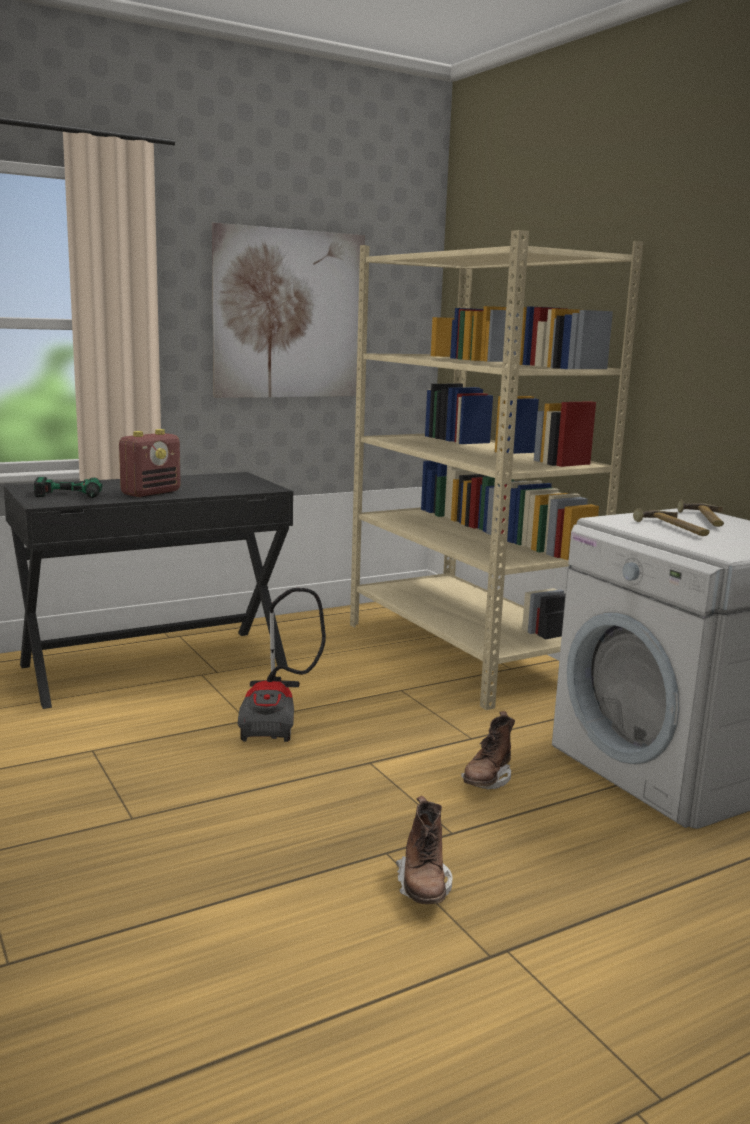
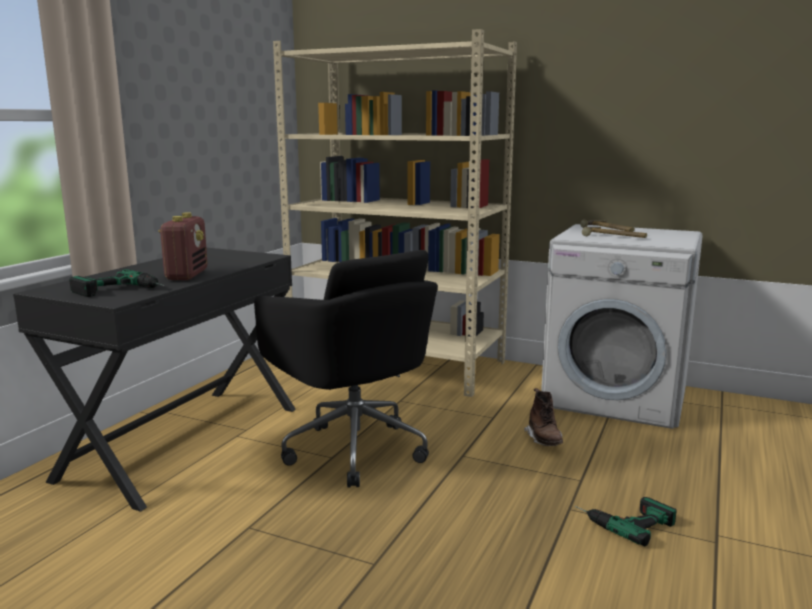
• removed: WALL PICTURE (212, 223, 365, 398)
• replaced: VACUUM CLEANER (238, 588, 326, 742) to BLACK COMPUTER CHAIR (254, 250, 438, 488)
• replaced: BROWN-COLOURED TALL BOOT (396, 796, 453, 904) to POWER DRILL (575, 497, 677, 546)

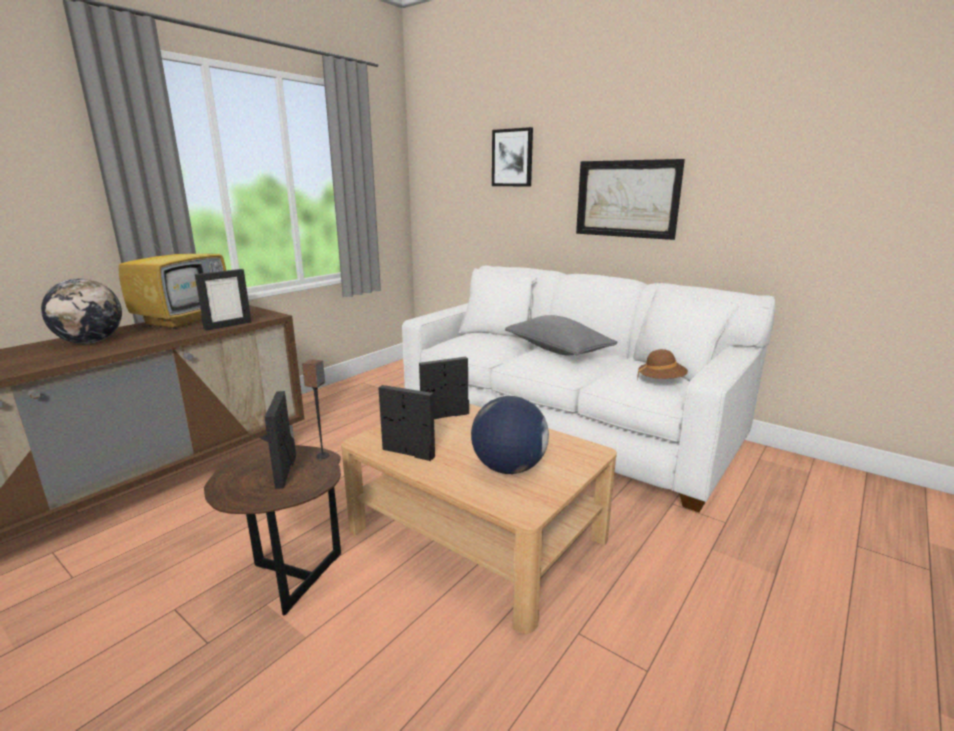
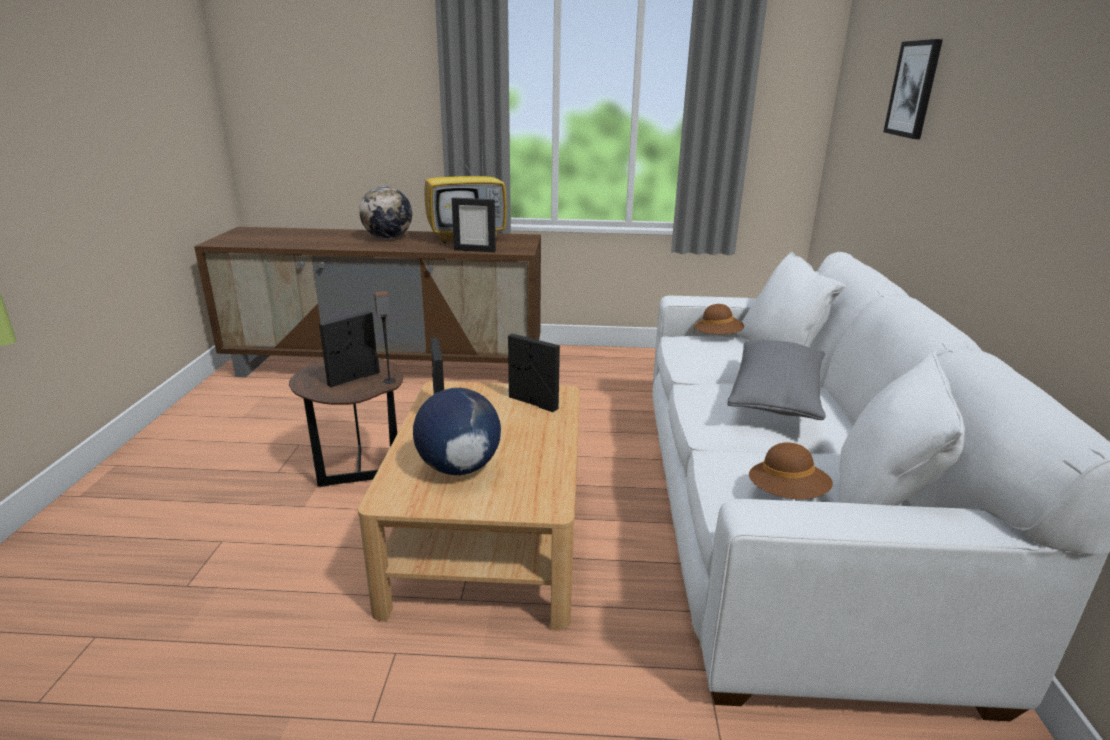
• removed: WALL PICTURE (576, 159, 685, 240)
• added: BROWN-COLOURED WEARABLE HAT (694, 304, 744, 334)

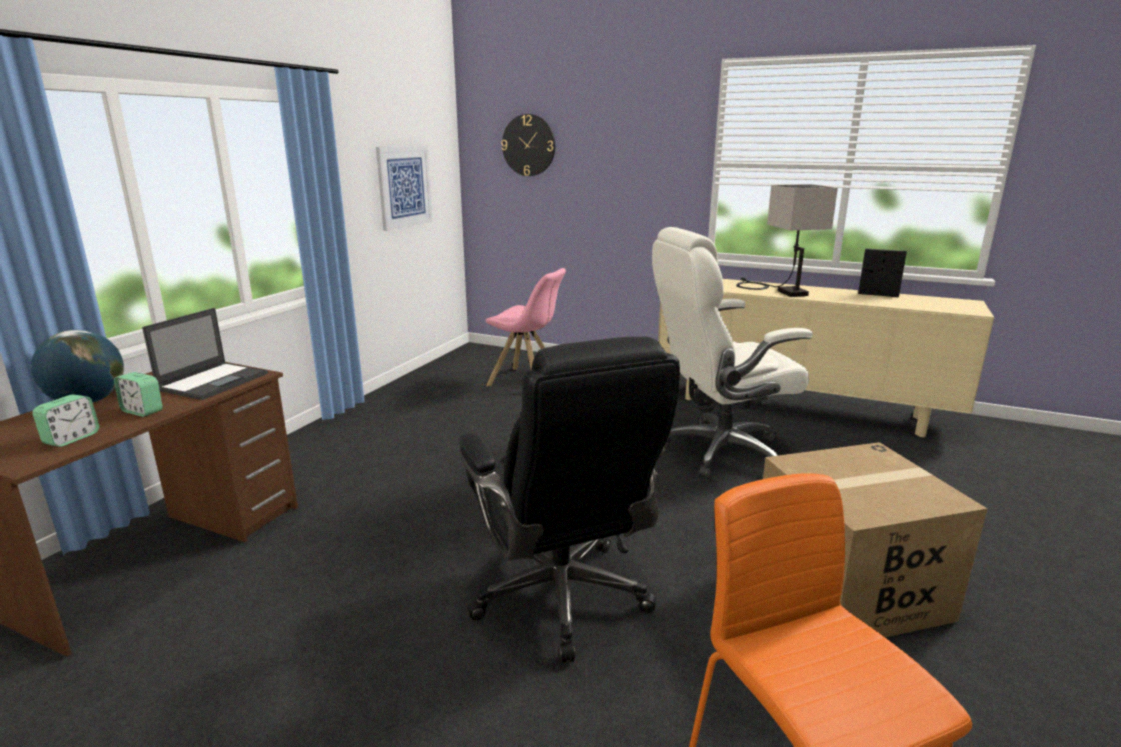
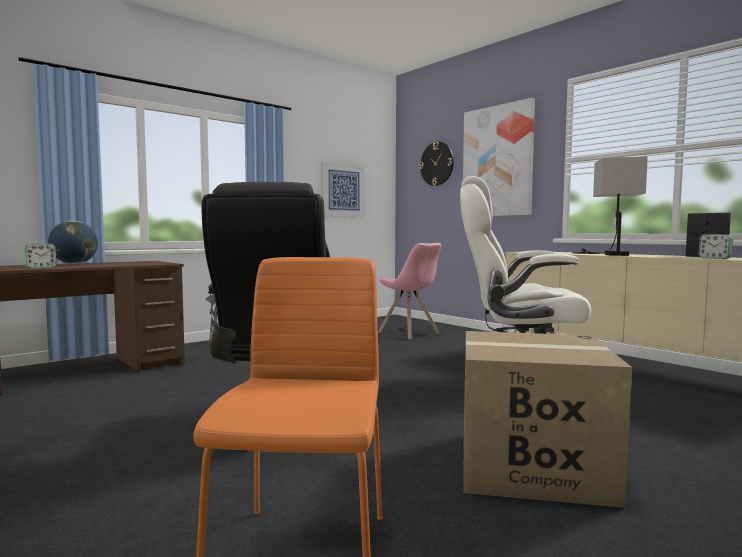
• removed: PORTABLE COMPUTER (142, 308, 268, 400)
• moved: BEDSIDE CLOCK (114, 372, 163, 417) to (698, 234, 733, 259)
• added: WALL PICTURE (463, 98, 535, 216)

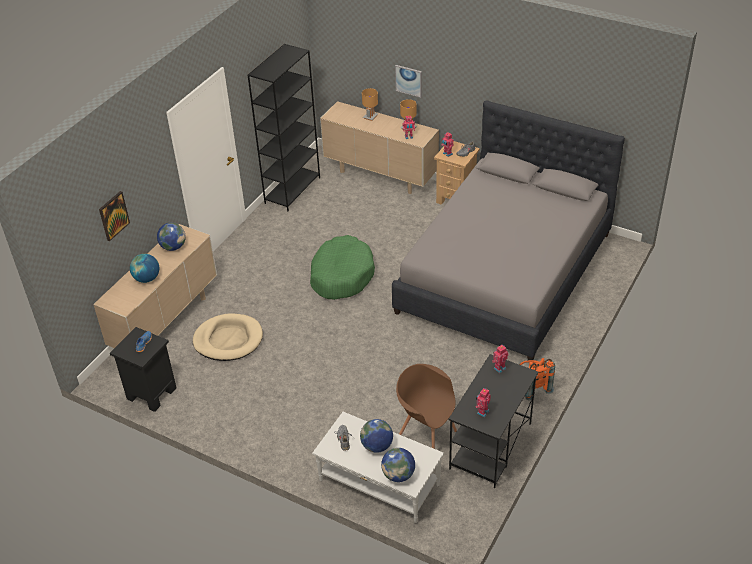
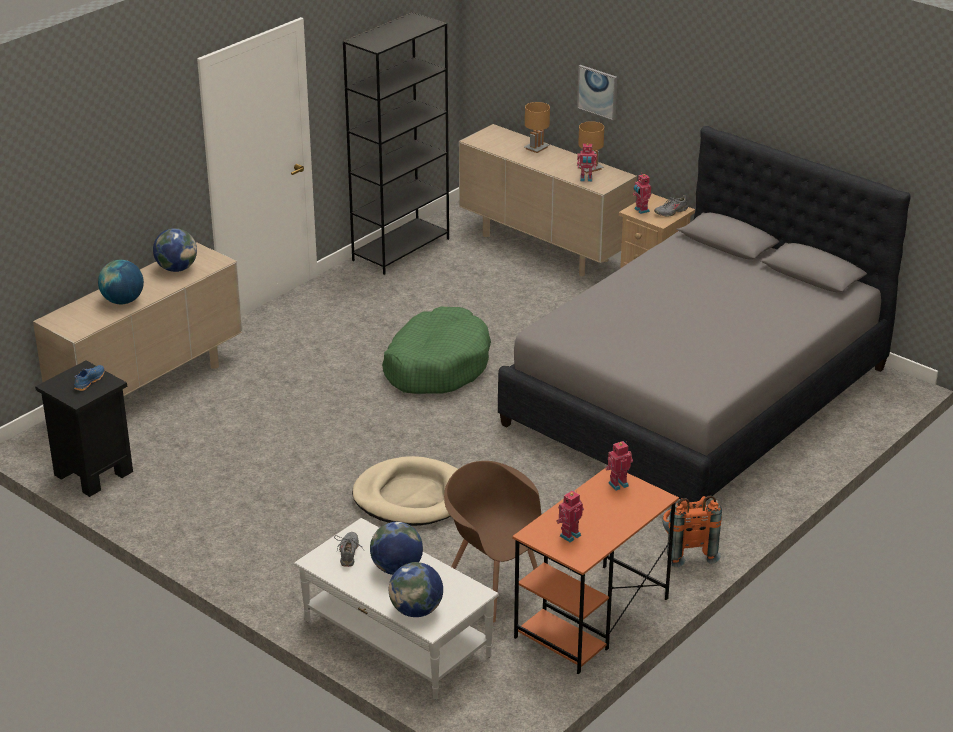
• removed: WALL PICTURE (99, 191, 130, 242)
• moved: SAND-COLOURED DOG CUSHION (193, 313, 263, 361) to (352, 456, 458, 526)
• recoloured: BLACK DESK UNIT (449, 354, 538, 488) to ORANGE DESK UNIT (512, 468, 679, 674)

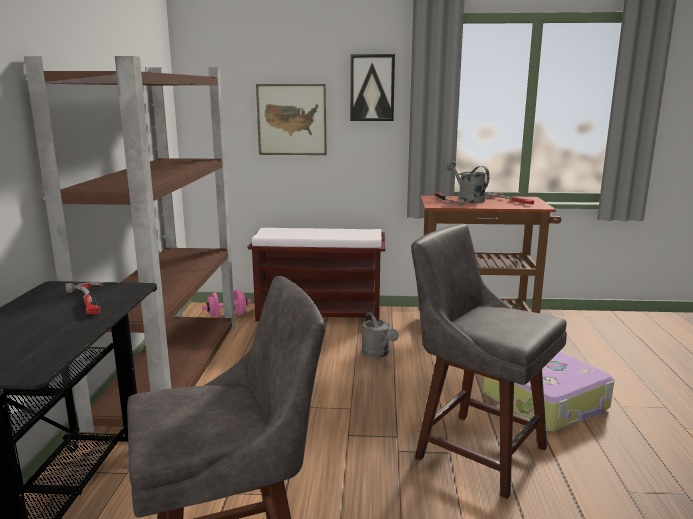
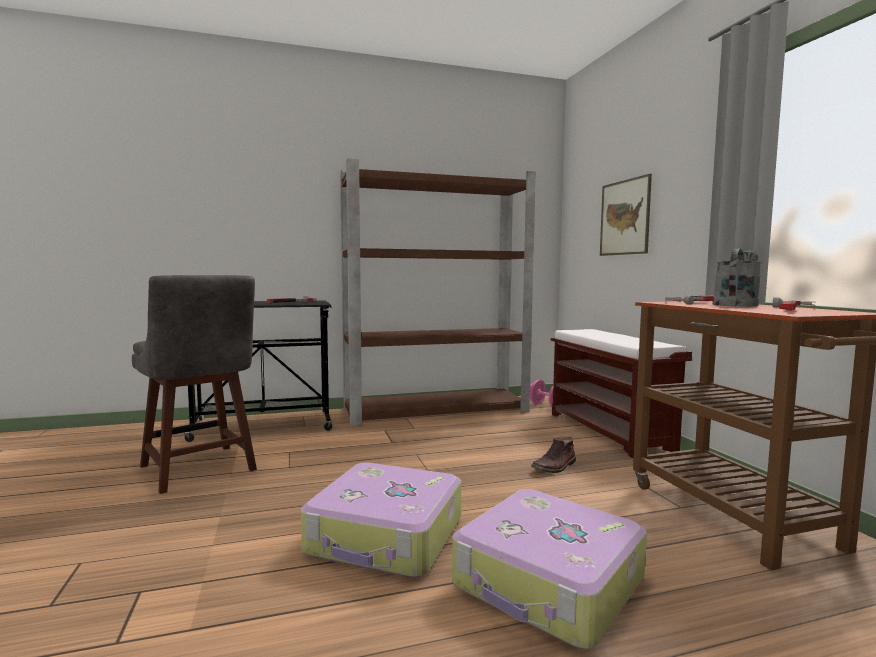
• removed: WALL PICTURE (350, 54, 395, 121)
• replaced: GRAY SITTING STOOL (411, 224, 567, 499) to PIECE OF LUGGAGE (301, 462, 461, 578)
• replaced: GRAY SPRINKLING CAN (363, 312, 399, 357) to BROWN-COLOURED TALL BOOT (531, 437, 576, 473)

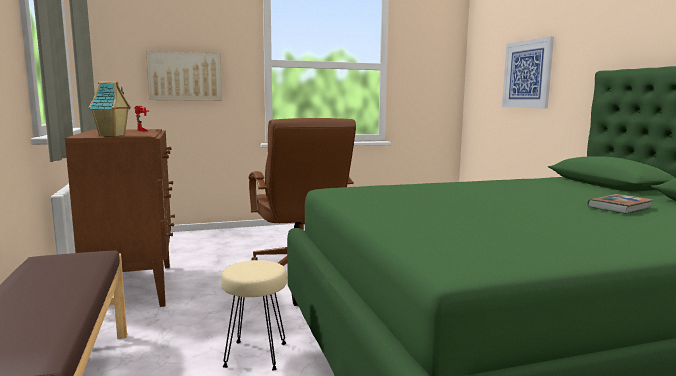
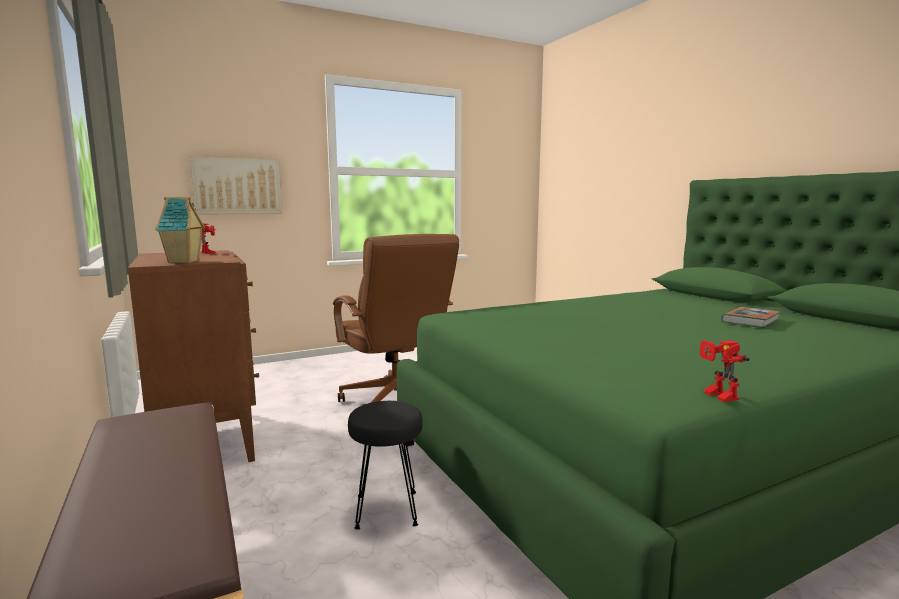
• removed: WALL PICTURE (502, 36, 554, 109)
• recoloured: SAND-COLOURED SITTING STOOL (221, 260, 287, 370) to BLACK SITTING STOOL (348, 401, 423, 530)
• added: TOY ROBOT (700, 340, 749, 402)

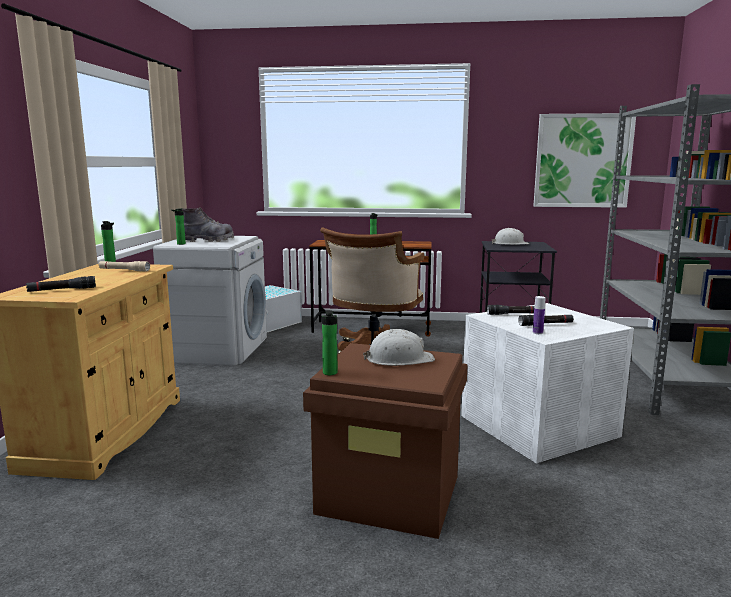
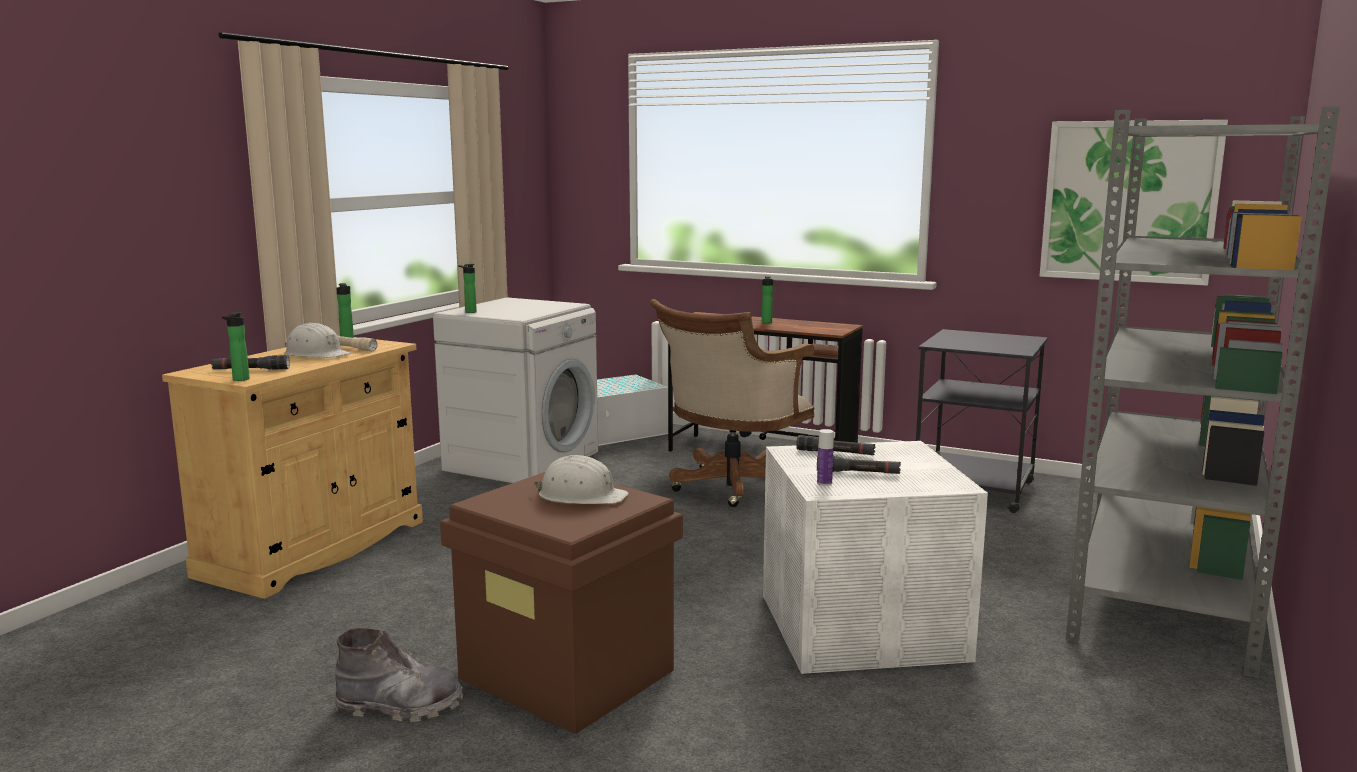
• moved: GRAY TALL BOOT (182, 207, 234, 242) to (334, 628, 463, 722)
• moved: WHITISH HARD HAT (492, 228, 529, 245) to (284, 323, 351, 358)
• moved: DRINK BOTTLE (322, 310, 338, 375) to (222, 312, 250, 381)

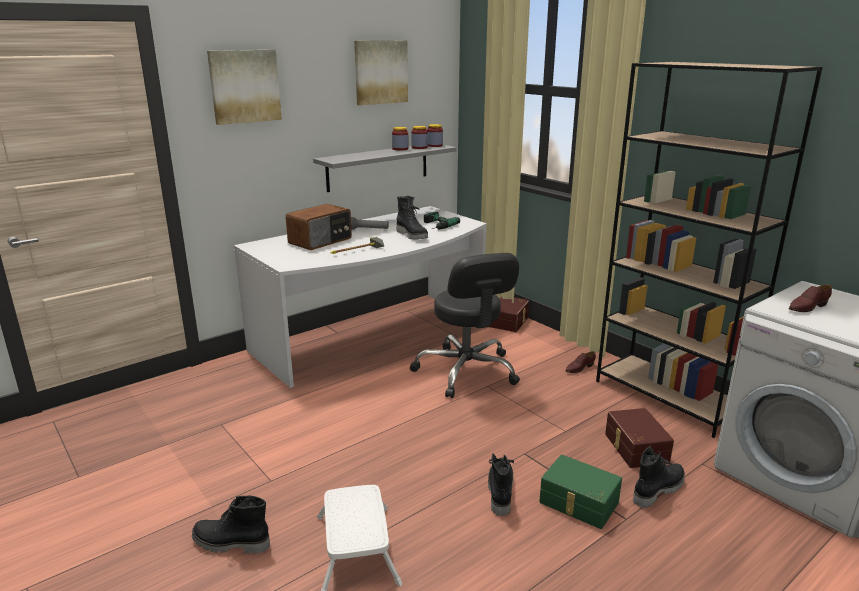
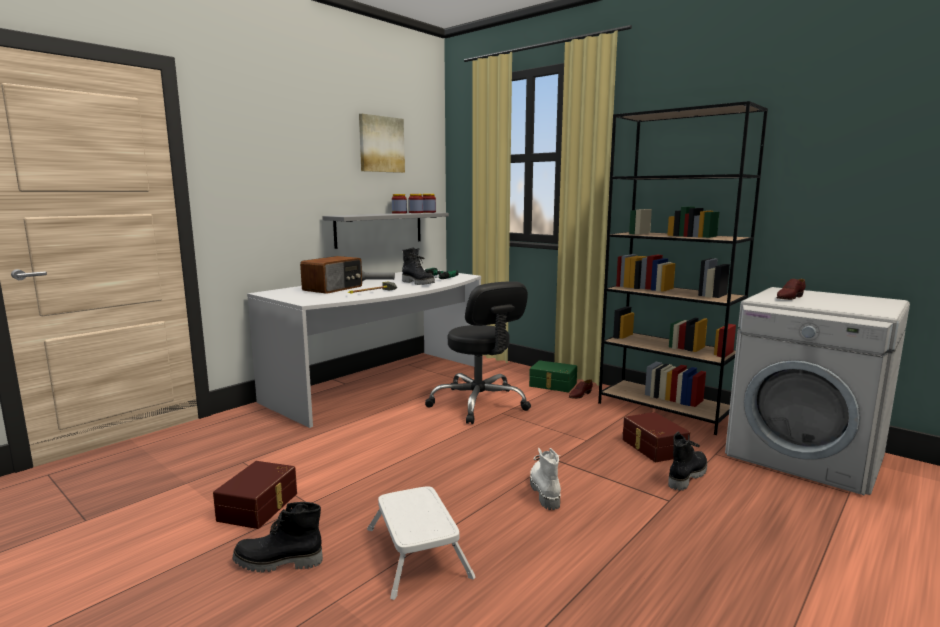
• removed: WALL PICTURE (207, 50, 282, 125)
• moved: BROWN-COLOURED STORAGE BOX (489, 297, 529, 332) to (213, 461, 297, 529)
• recoloured: BLACK TALL BOOT (488, 453, 514, 516) to WHITISH TALL BOOT (530, 448, 561, 510)
• moved: GREENISH STORAGE BOX (539, 455, 622, 529) to (529, 360, 577, 392)

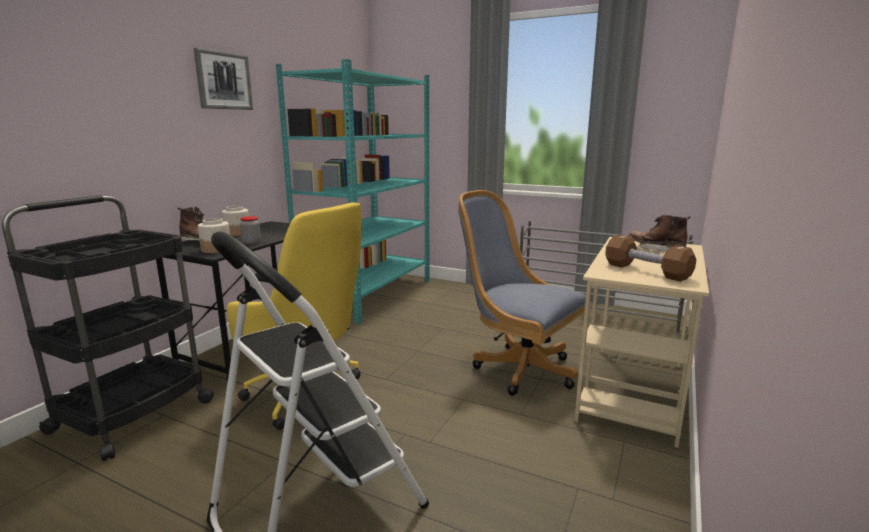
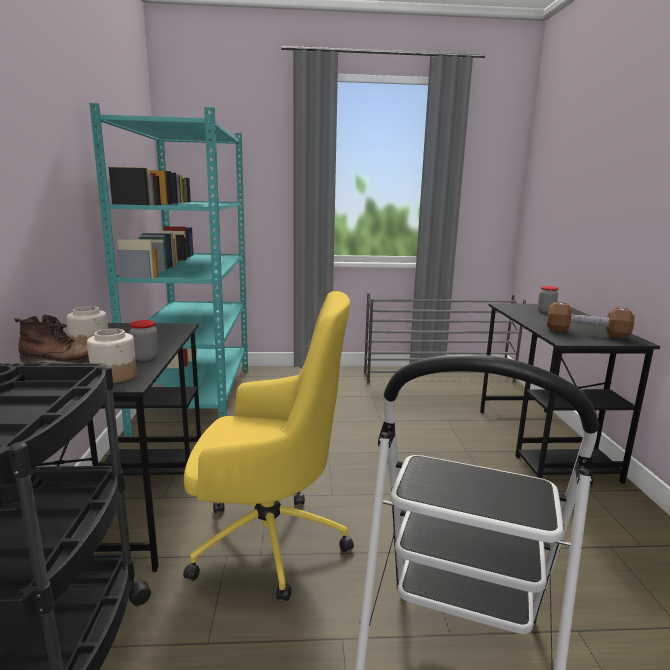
• removed: WALL PICTURE (194, 48, 253, 110)
• removed: BLUISH COMPUTER CHAIR (458, 190, 586, 395)
• replaced: BROWN-COLOURED TALL BOOT (628, 215, 691, 252) to STORAGE JAR (538, 286, 559, 313)
• recoloured: SAND-COLOURED DESK UNIT (574, 237, 709, 448) to BLACK DESK UNIT (480, 303, 660, 484)

